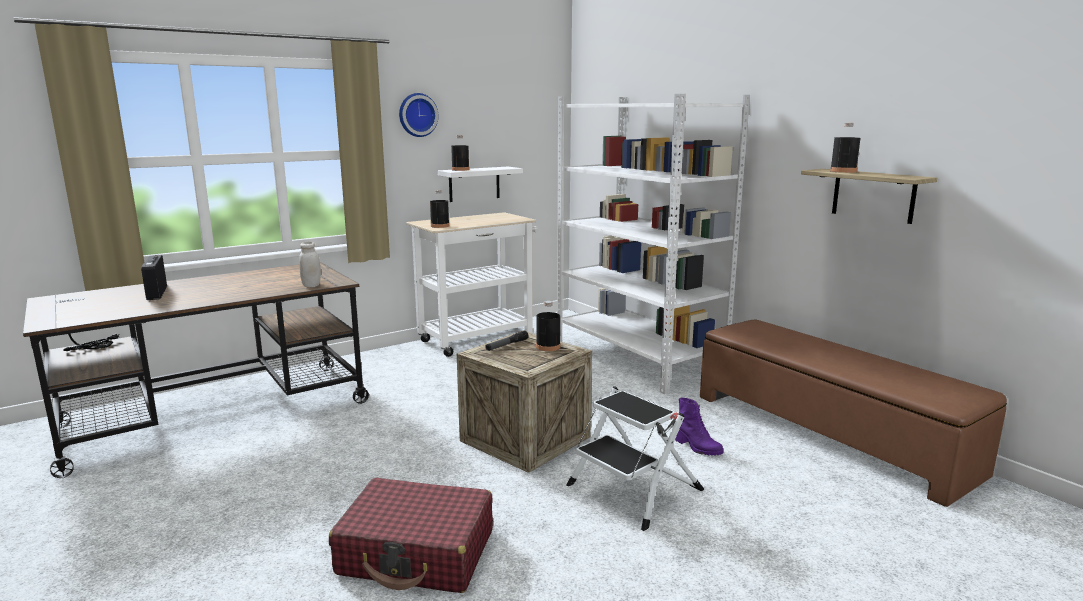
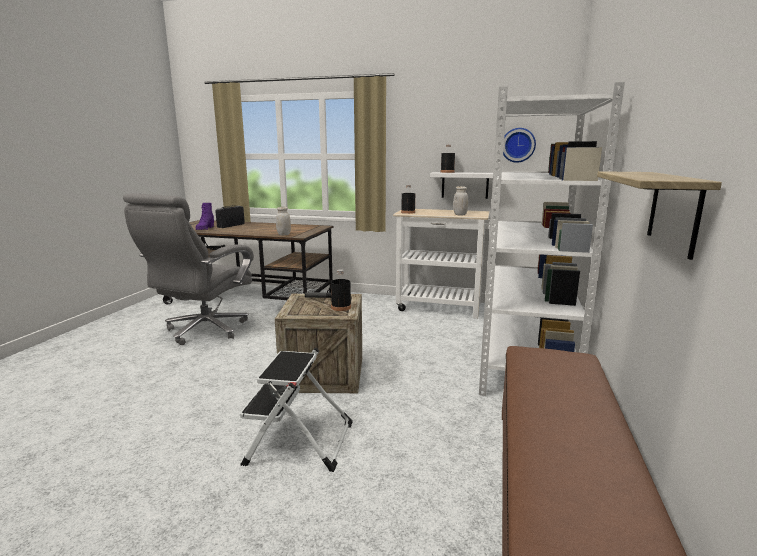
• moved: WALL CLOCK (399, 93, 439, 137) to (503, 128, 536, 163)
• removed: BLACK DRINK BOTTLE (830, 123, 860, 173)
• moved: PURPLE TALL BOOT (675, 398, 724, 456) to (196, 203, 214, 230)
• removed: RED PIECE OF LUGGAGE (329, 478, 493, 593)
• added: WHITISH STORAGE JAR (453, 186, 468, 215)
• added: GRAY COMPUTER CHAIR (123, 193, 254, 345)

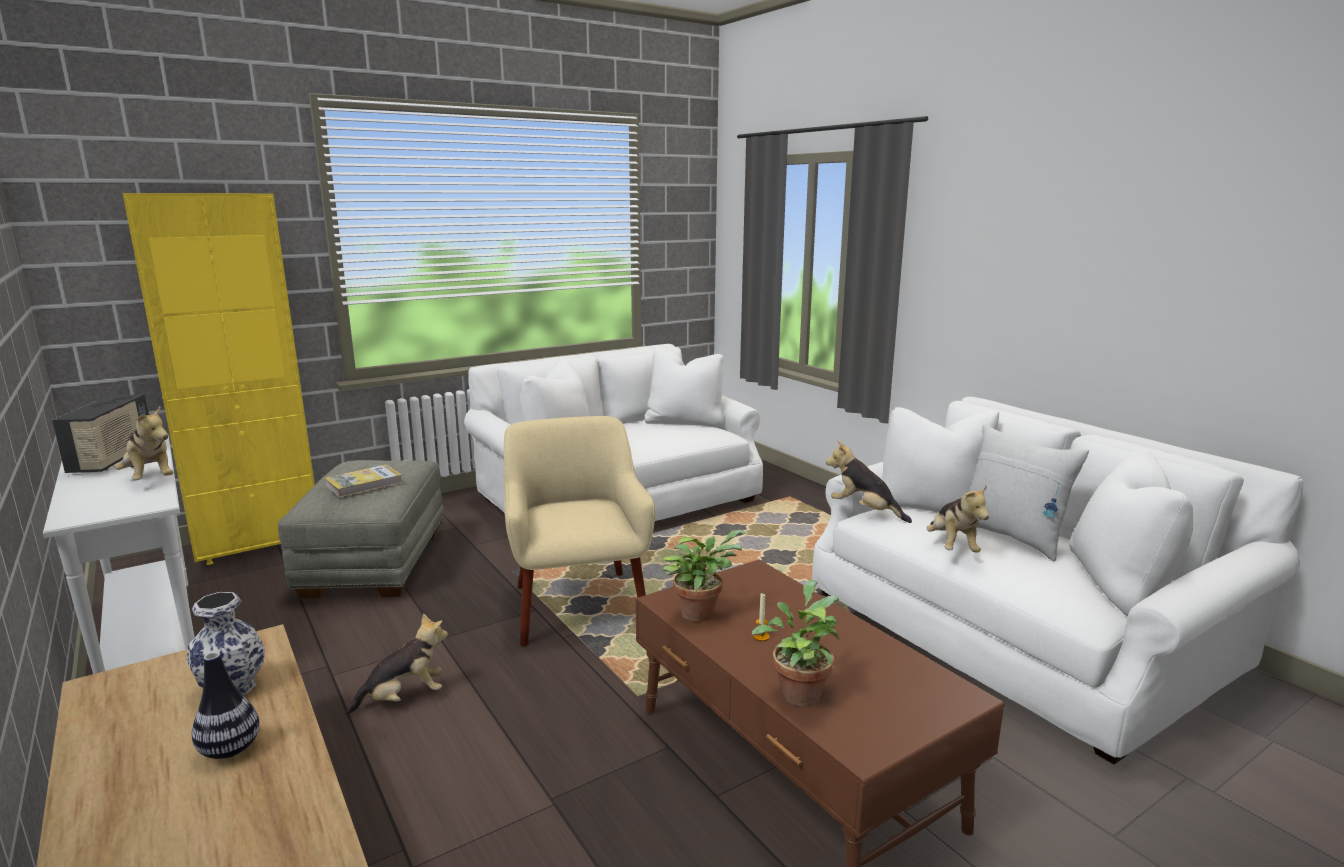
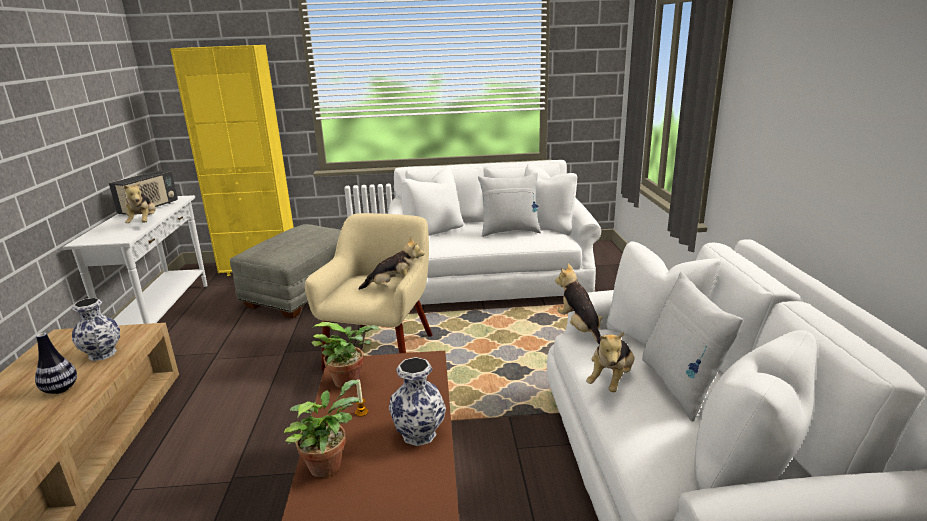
• removed: BOOK (325, 464, 403, 497)
• moved: CUDDLY TOY (345, 613, 448, 716) to (359, 236, 425, 290)
• added: GRAY THROW PILLOW (478, 173, 541, 237)
• added: DECORATIVE VASE (389, 357, 446, 446)

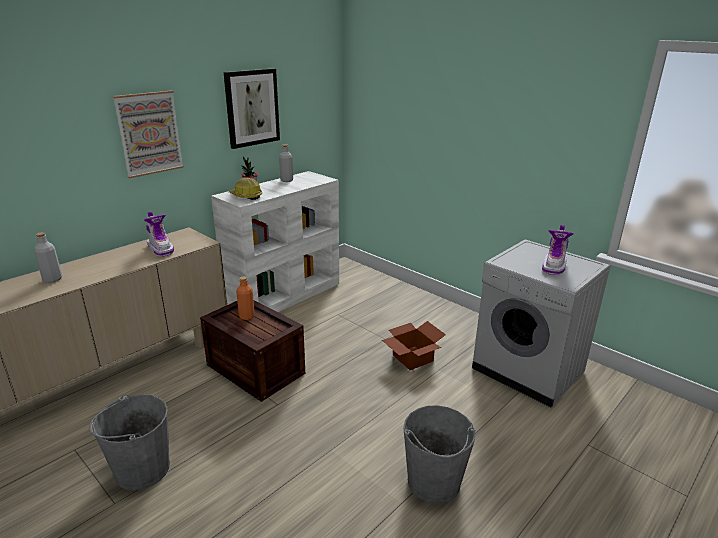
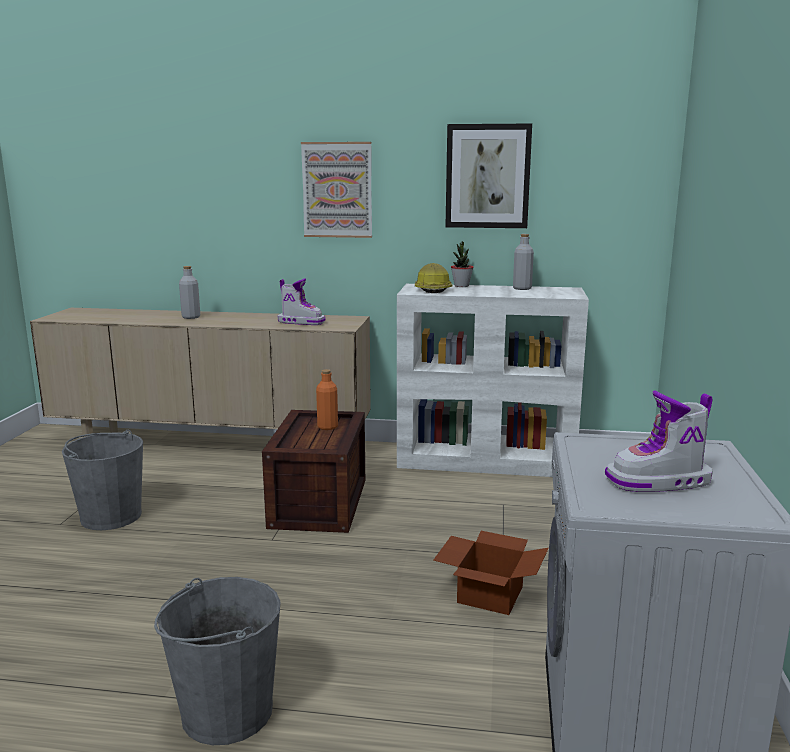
• turned: TALL BOOT (144, 212, 174, 257) = (277, 278, 326, 325) 90 degrees counterclockwise

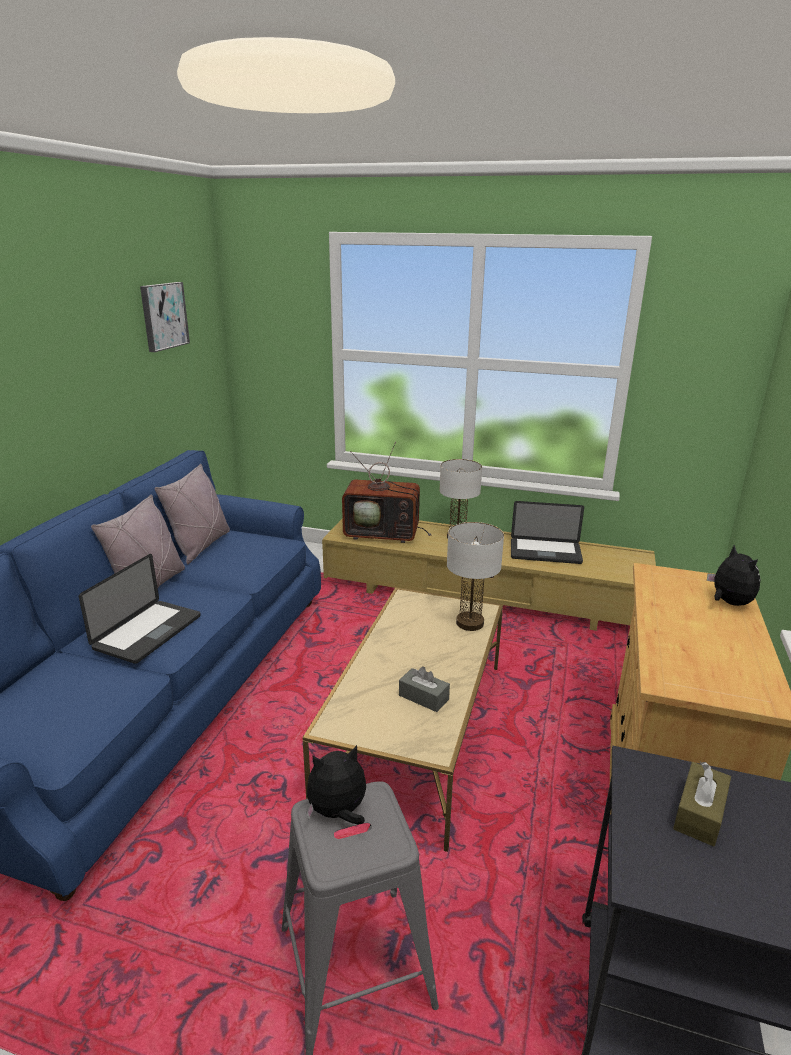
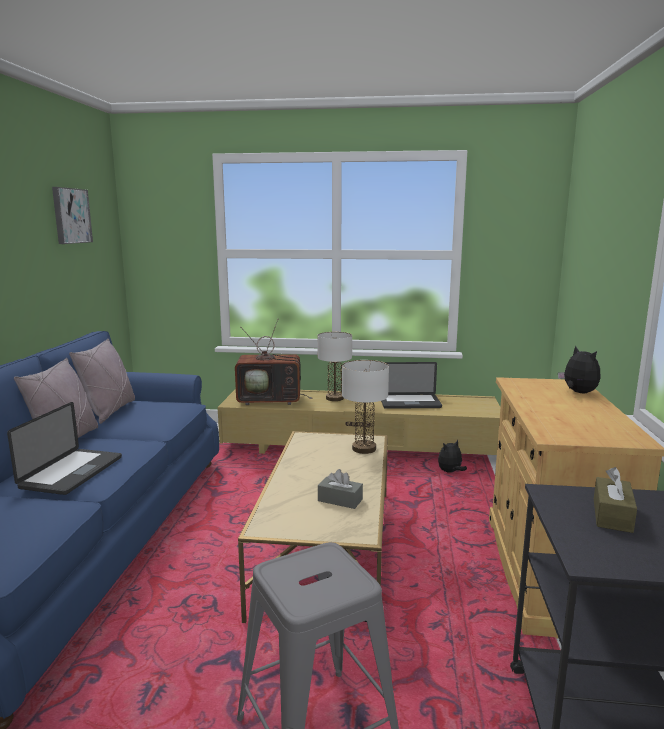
• moved: CUDDLY TOY (306, 745, 366, 825) to (438, 440, 467, 473)

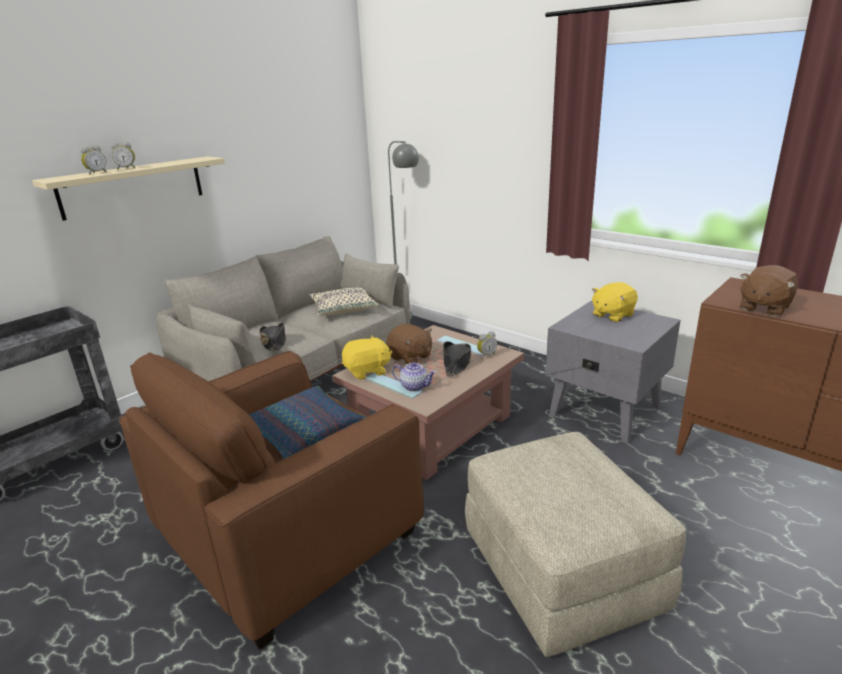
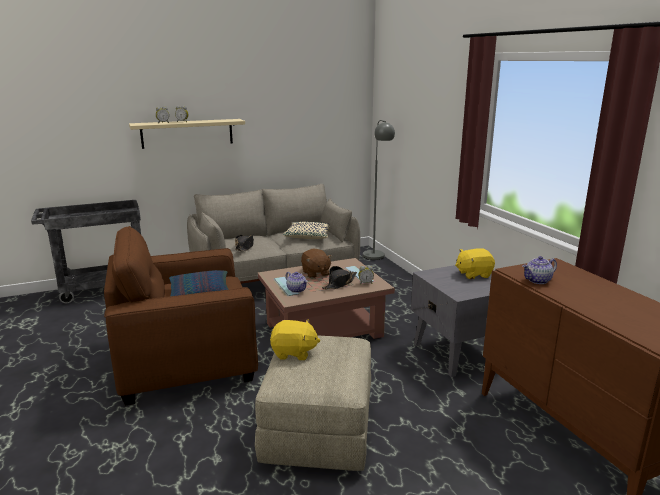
• replaced: BROWN-COLOURED CUDDLY TOY (740, 265, 798, 316) to POT FOR TEA (523, 256, 557, 284)
• moved: YELLOWISH CUDDLY TOY (342, 335, 392, 380) to (270, 319, 320, 360)

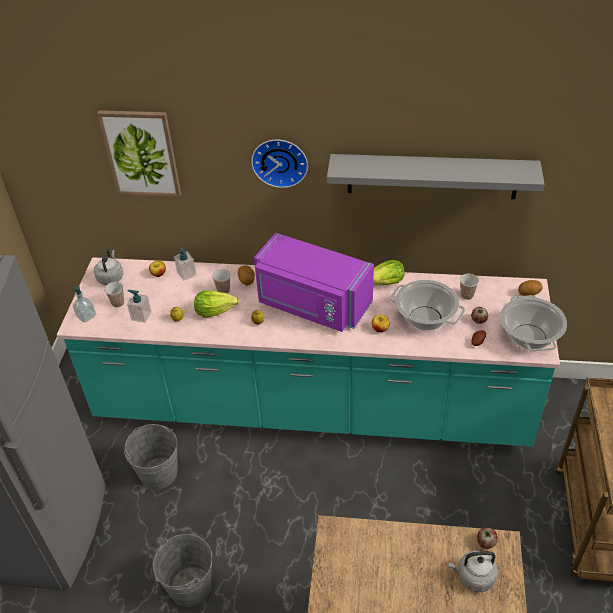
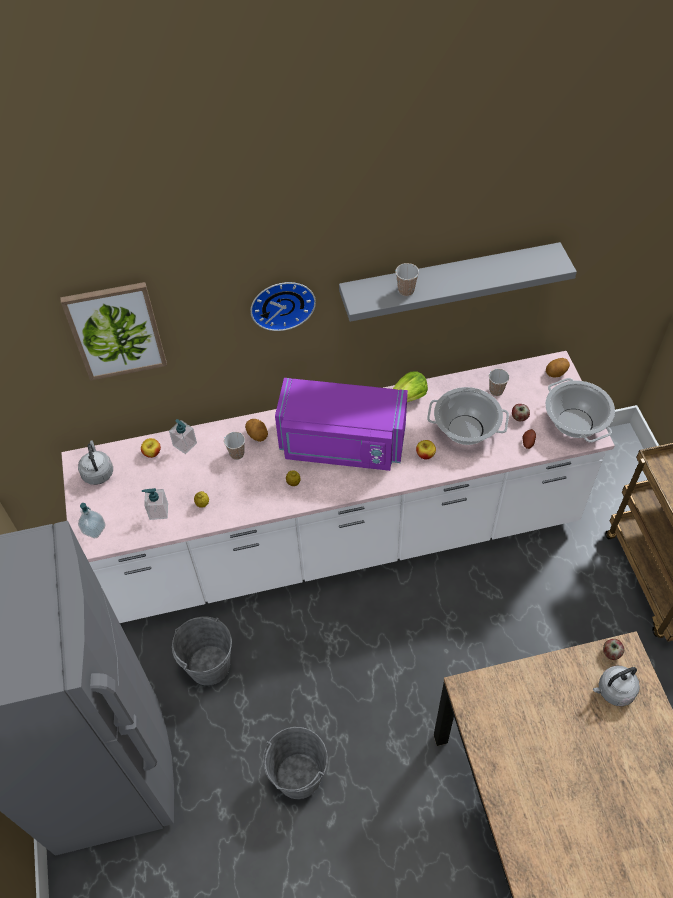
• recoloured: BLUE-GREEN COUNTER (57, 257, 560, 447) to WHITISH COUNTER (61, 351, 615, 623)
• moved: SMALL CUP (104, 282, 124, 308) to (395, 263, 419, 296)
• removed: LETTUCE (194, 290, 239, 318)

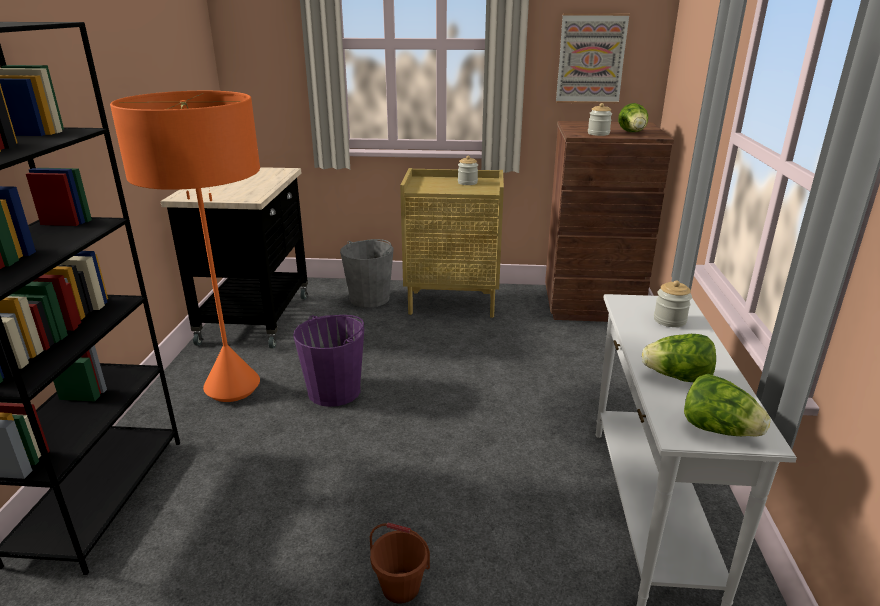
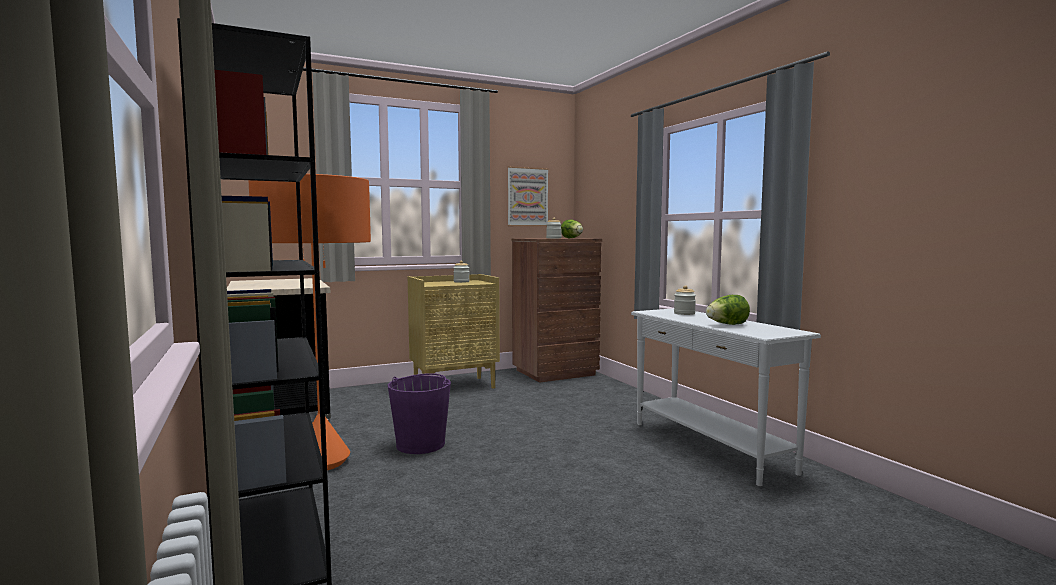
• removed: GRAY PAIL (340, 239, 394, 308)
• removed: LETTUCE (684, 374, 771, 437)
• removed: BROWN-COLOURED PAIL (370, 523, 430, 604)

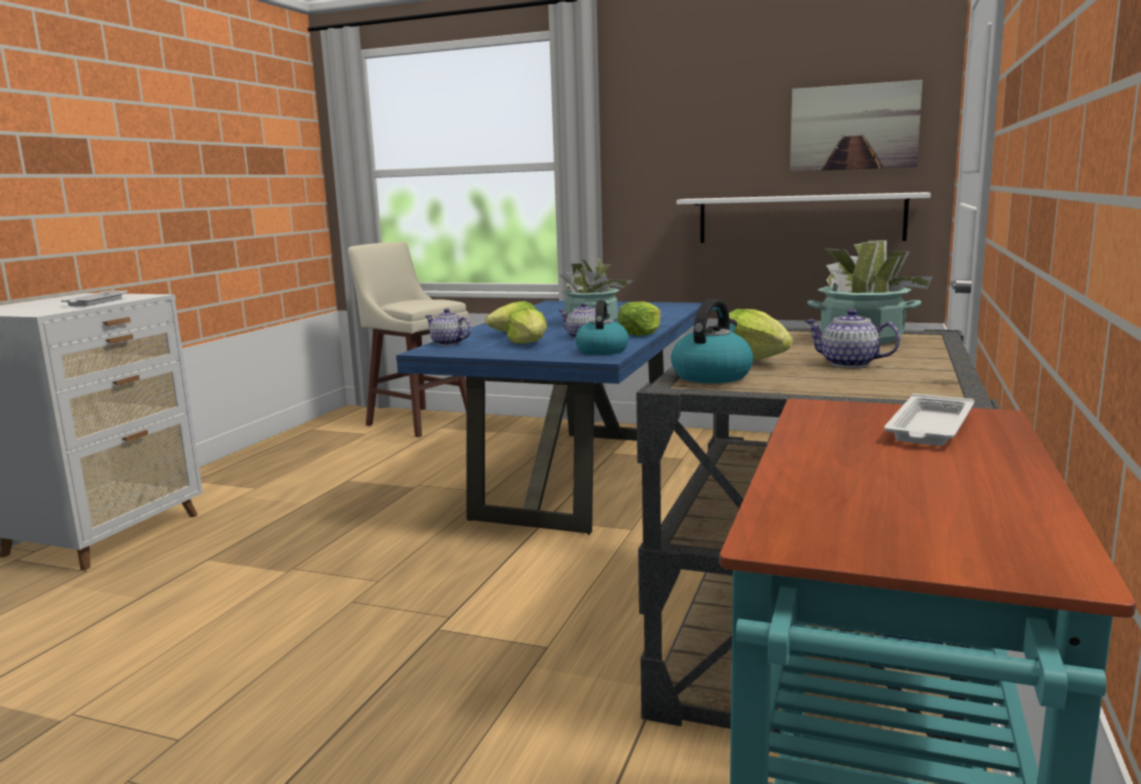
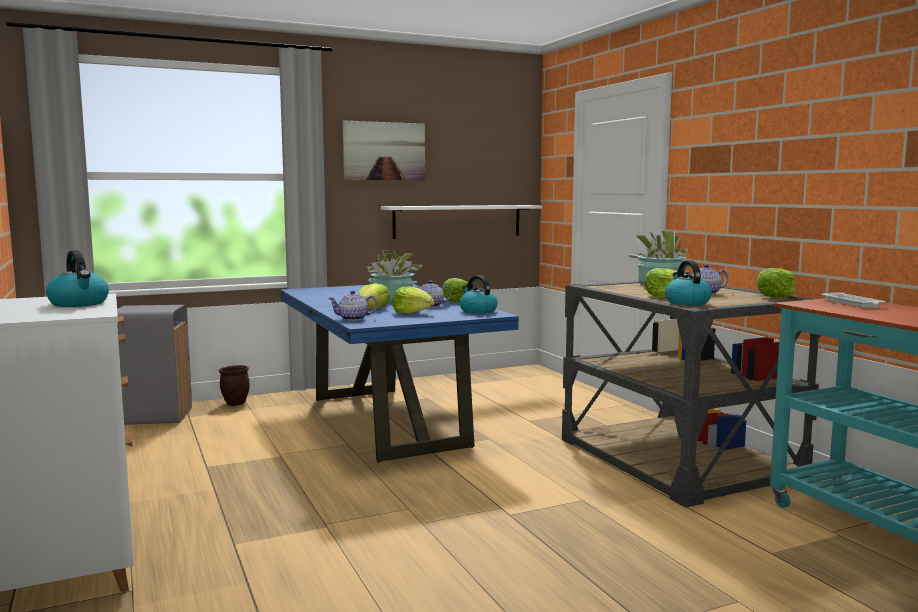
• moved: WALL PICTURE (790, 80, 922, 172) to (343, 120, 425, 180)
• replaced: SAND-COLOURED SITTING STOOL (348, 242, 469, 438) to GRAY RUBBISH BIN (117, 305, 192, 425)
• replaced: WHITISH CARRYING TRAY (61, 291, 128, 307) to TEA KETTLE (46, 250, 109, 307)
• added: LETTUCE (756, 268, 795, 298)
• added: BROWN-COLOURED PLANTER (219, 365, 250, 406)

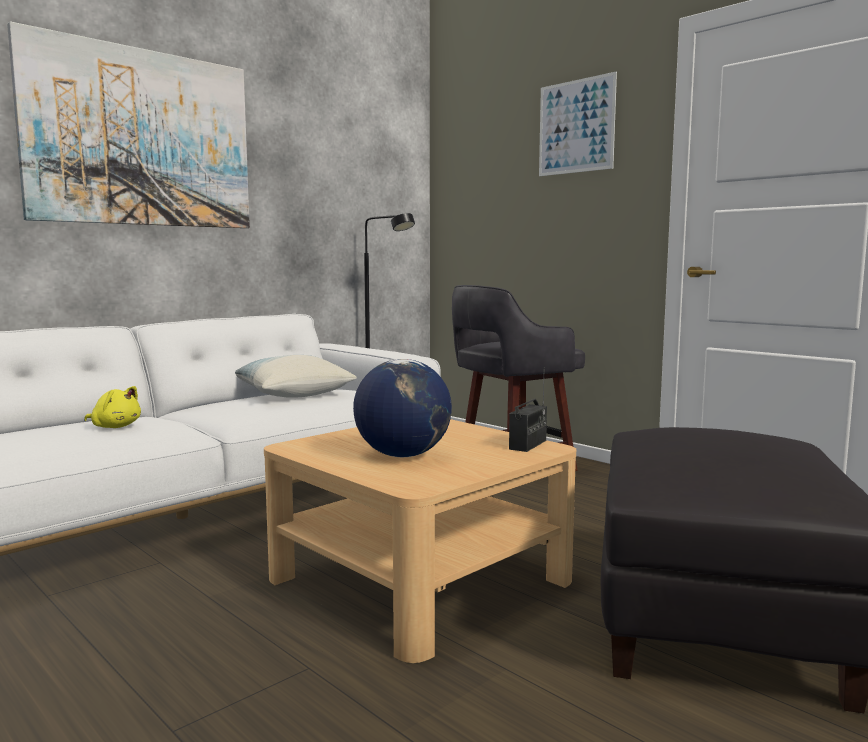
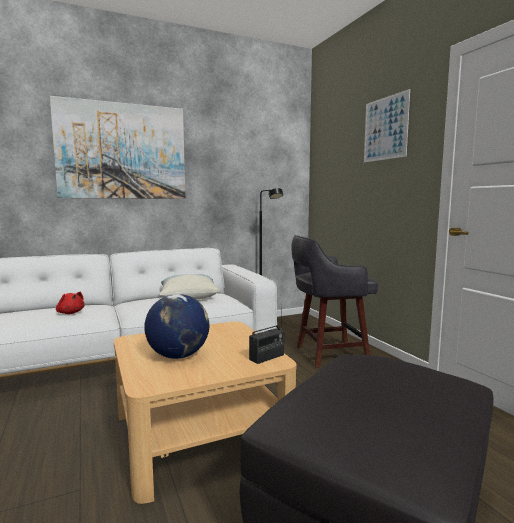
• recoloured: YELLOWISH CUDDLY TOY (84, 386, 141, 428) to RED CUDDLY TOY (56, 292, 85, 314)

